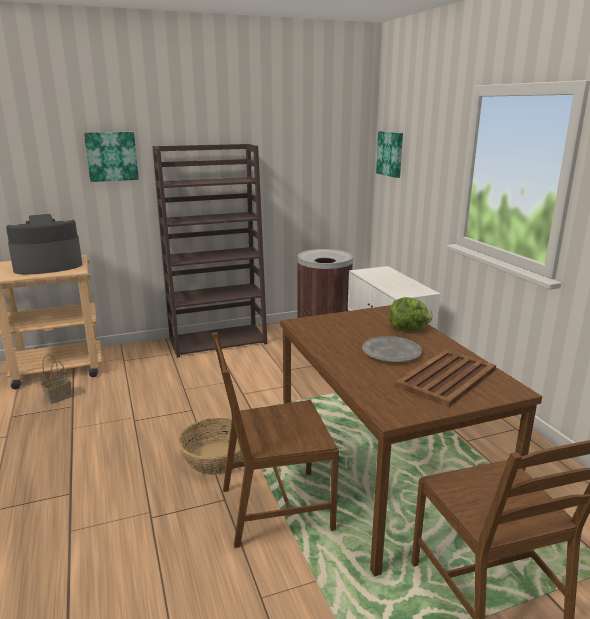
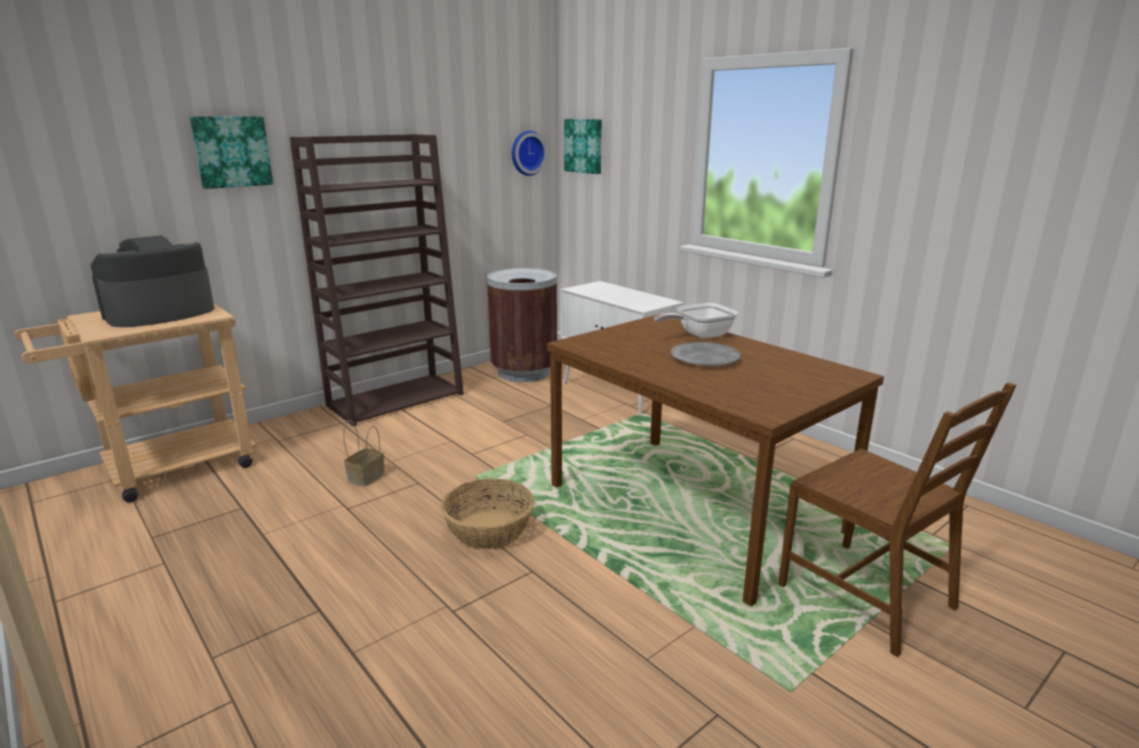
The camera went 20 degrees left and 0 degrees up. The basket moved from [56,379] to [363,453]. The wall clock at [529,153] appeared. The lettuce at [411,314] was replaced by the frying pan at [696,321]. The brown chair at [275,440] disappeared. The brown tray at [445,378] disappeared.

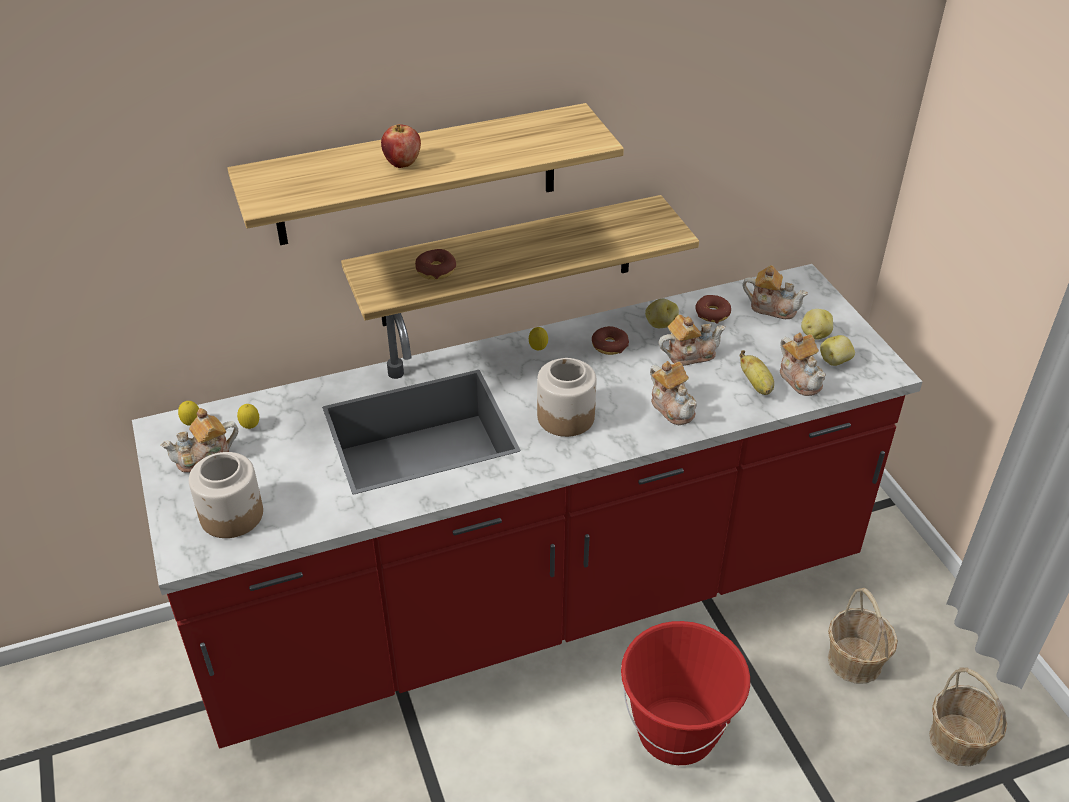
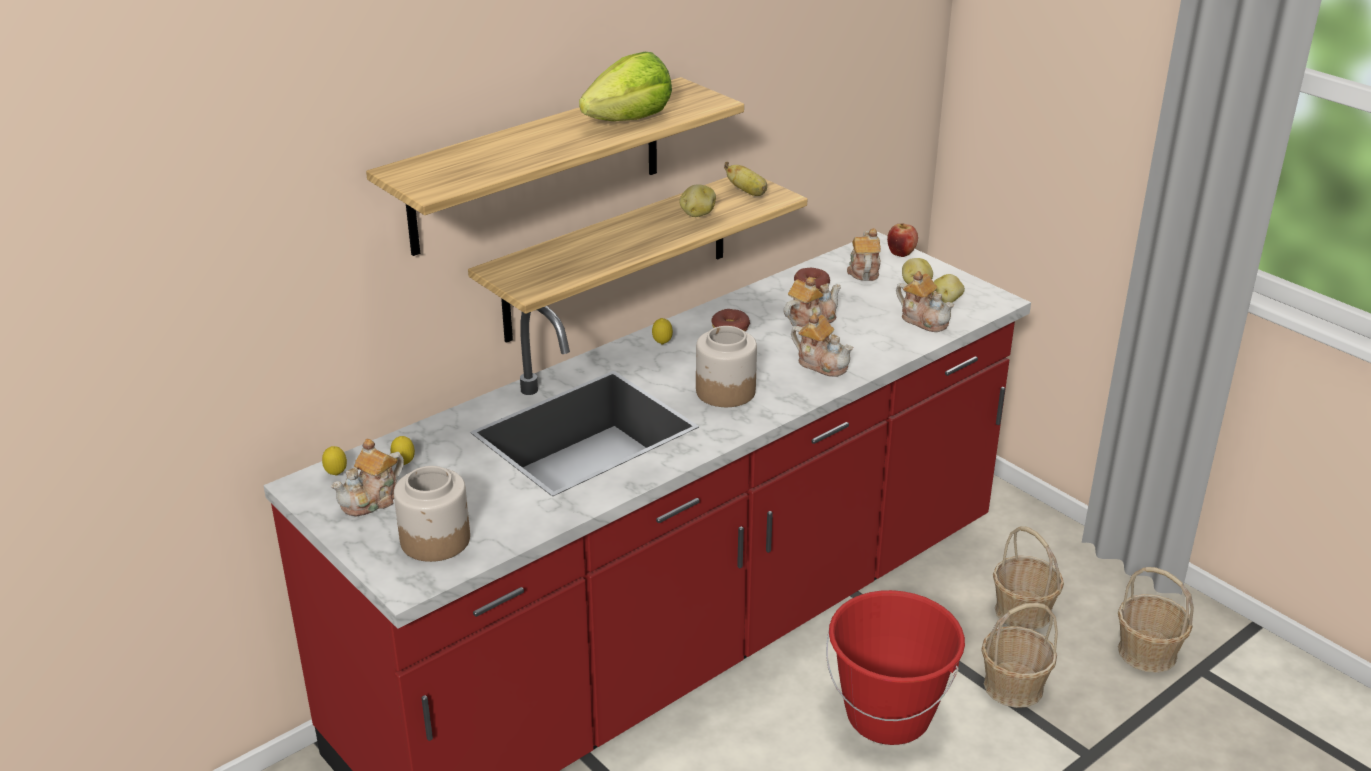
The camera went 20 degrees left and 10 degrees down. The lettuce at [625,86] appeared. The potato moved from [662,313] to [697,200]. The banana moved from [757,372] to [745,179]. The teapot at [775,292] turned 90 degrees counterclockwise. The apple moved from [401,146] to [902,240]. The basket at [1019,655] appeared. The donut at [435,264] disappeared.

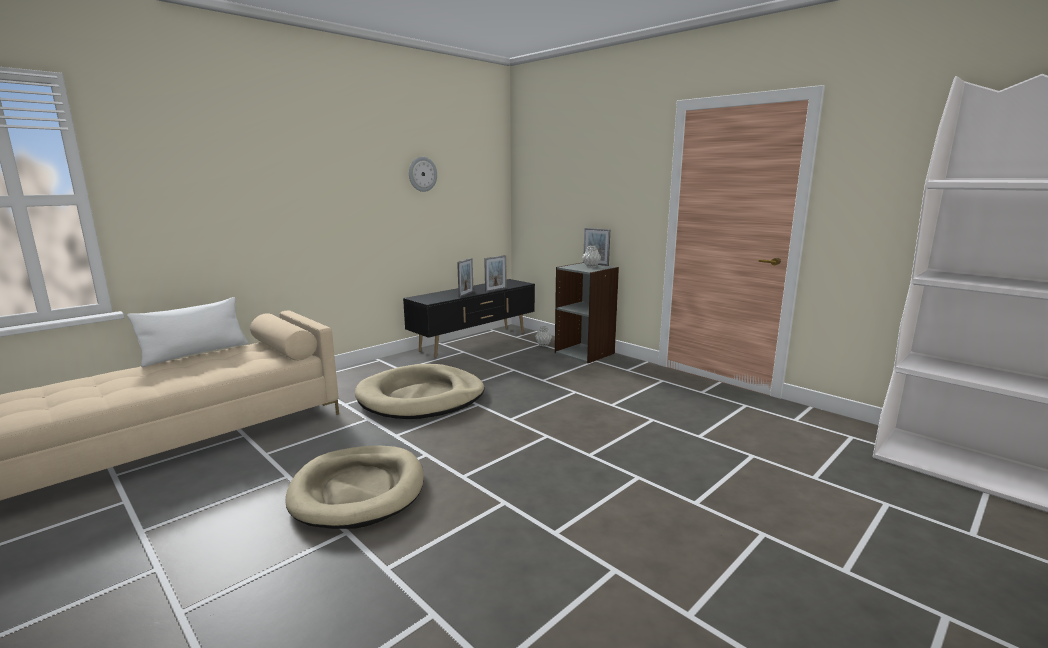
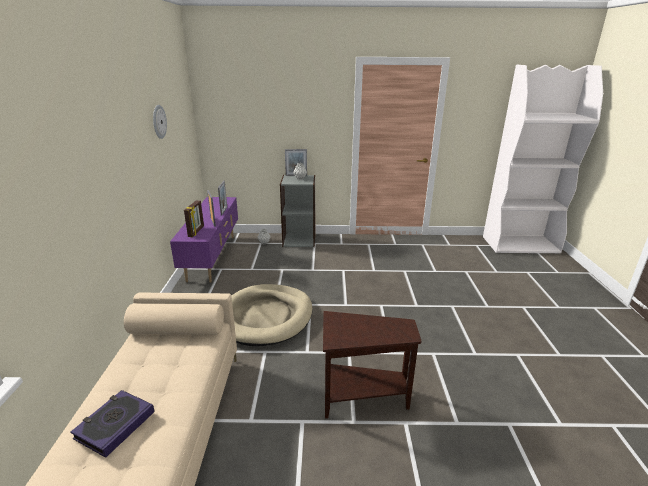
The camera went 45 degrees left and 10 degrees up. The book at [112,424] appeared. The black tv stand at [469,318] became the purple tv stand at [204,240]. The picture frame at [194,218] appeared. The beige dog bed at [354,487] was replaced by the brown side table at [372,364]. The white pillow at [187,332] disappeared.

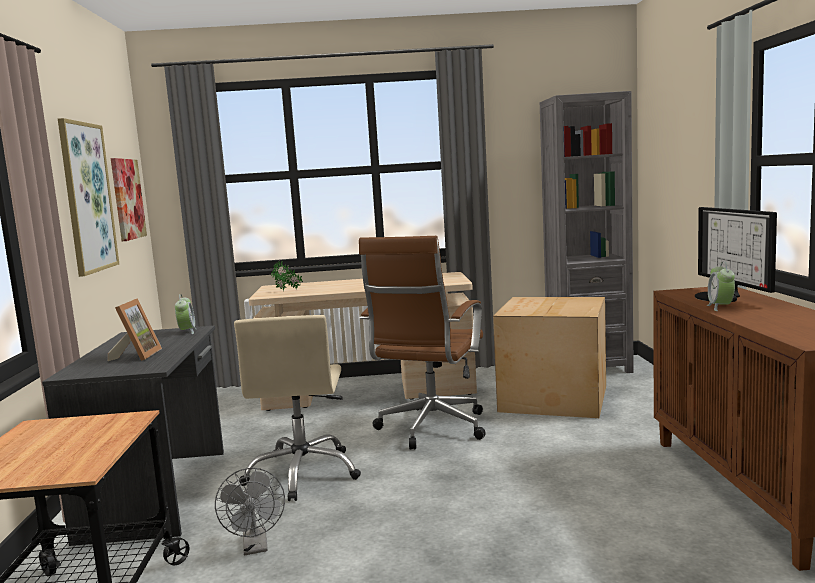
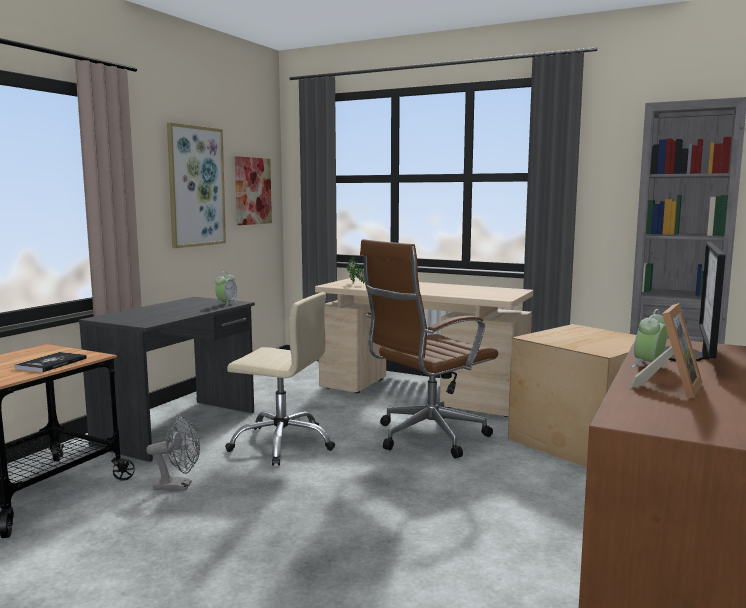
The camera went 30 degrees right and 0 degrees up. The book at [51,362] appeared. The grey fan at [250,511] turned 105 degrees counterclockwise. The beige office chair at [297,408] turned 105 degrees counterclockwise. The picture frame moved from [135,329] to [666,350].

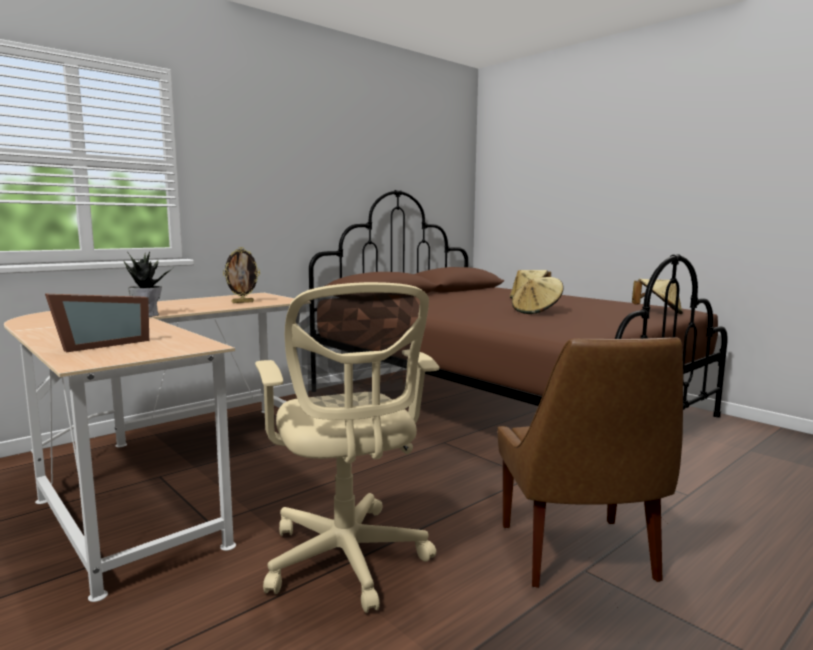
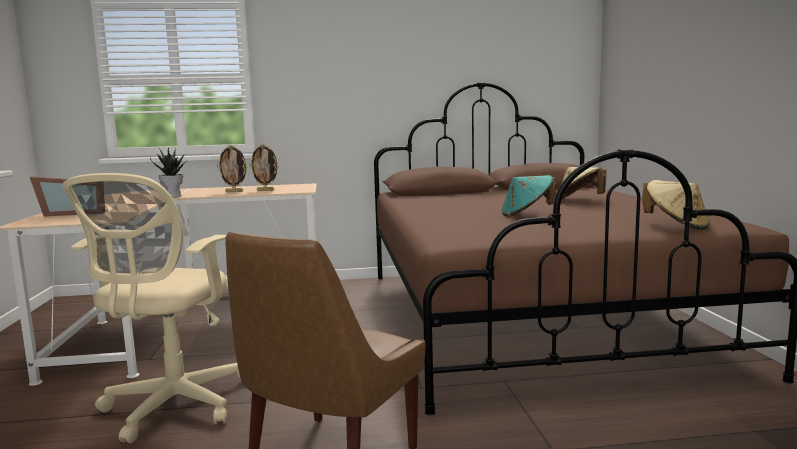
The camera went 35 degrees right and 0 degrees up. The picture frame at [232,168] appeared. The beige hat at [538,295] became the turquoise hat at [529,196].

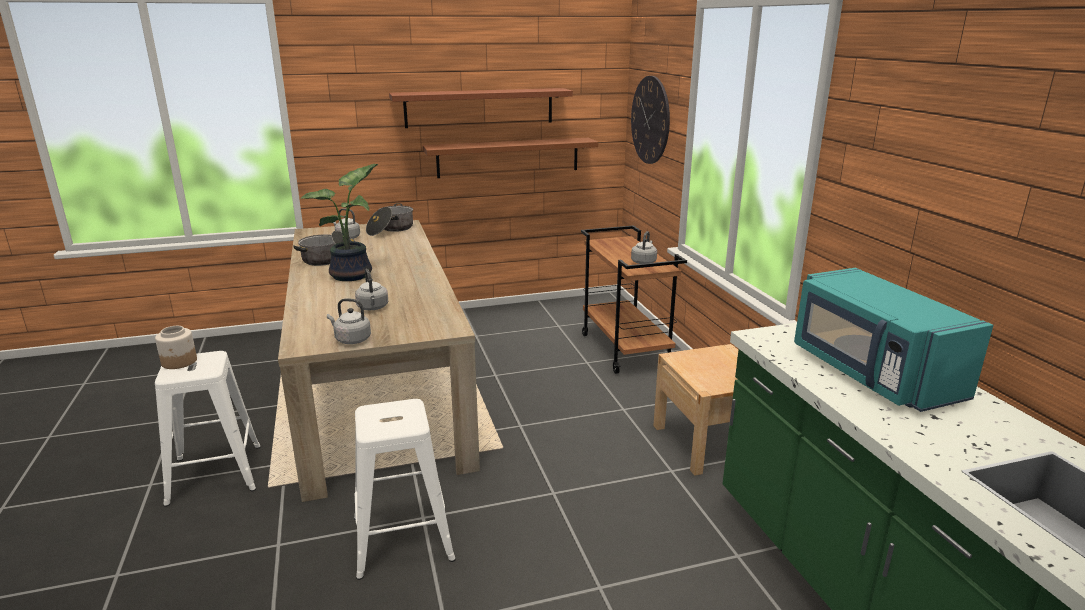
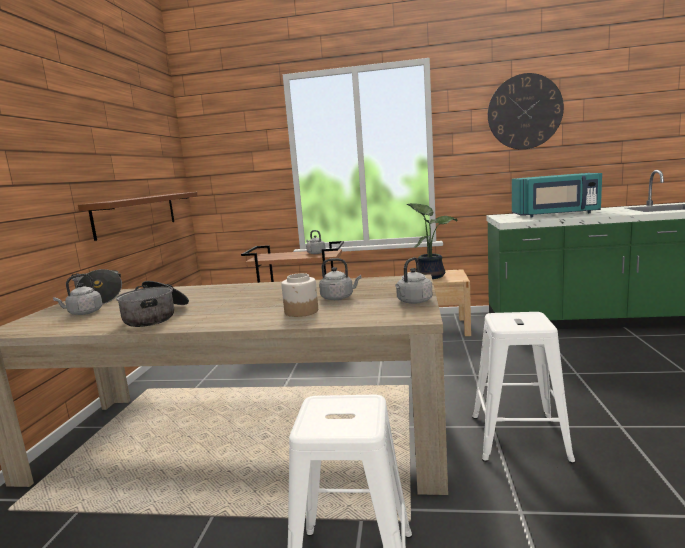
The camera went 65 degrees left and 10 degrees down. The jar moved from [176,347] to [299,295]. The potted plant moved from [339,222] to [432,241]. The wall clock moved from [650,120] to [526,111]. The brown shelf at [481,108] disappeared.

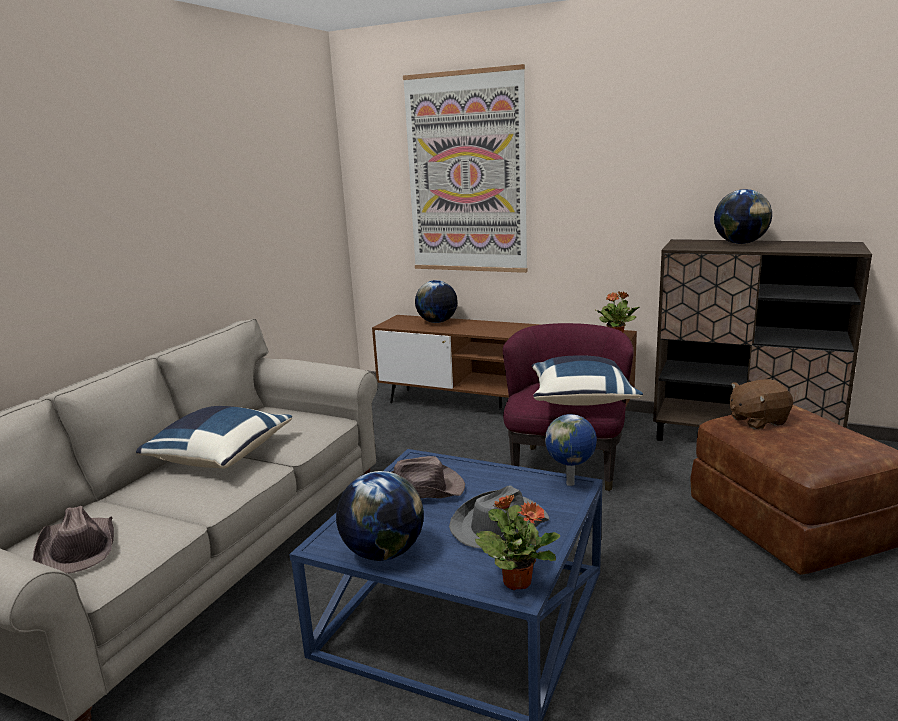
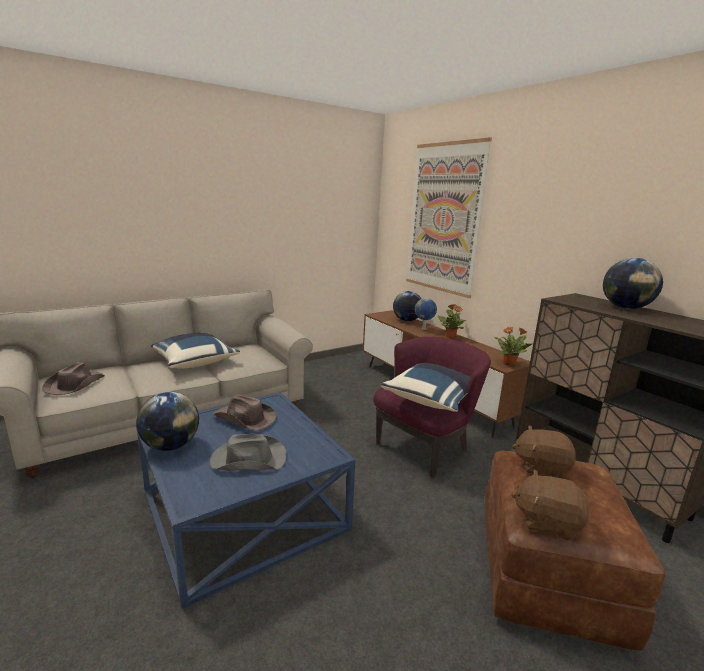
The camera went 30 degrees right and 0 degrees up. The globe moved from [571,450] to [426,314]. The potted plant moved from [517,542] to [452,321]. The brown plush toy at [550,504] appeared.

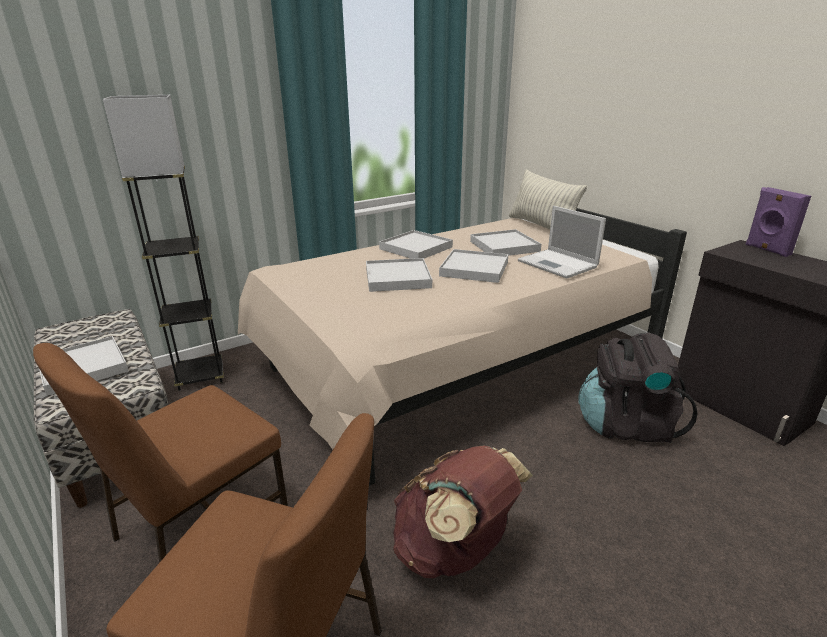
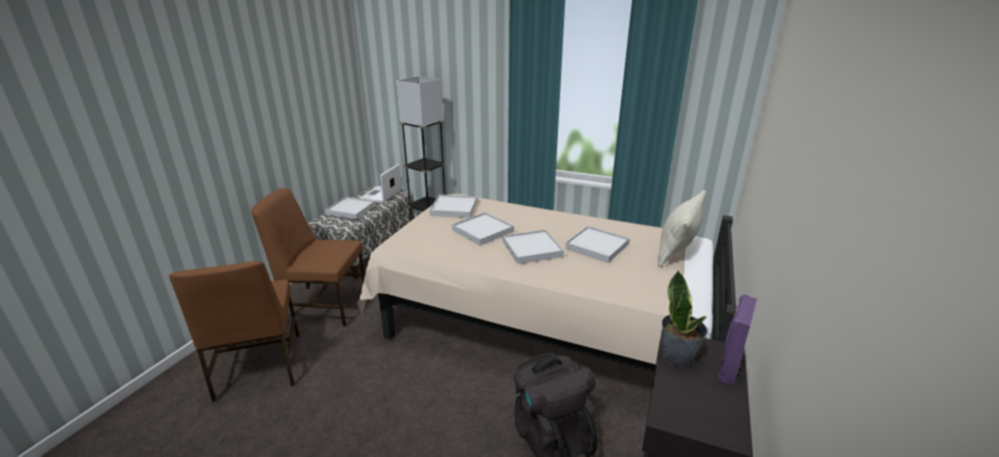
The camera went 55 degrees right and 0 degrees up. The laptop moved from [562,242] to [380,183]. The white tray moved from [416,244] to [453,206]. The potted plant at [684,319] appeared. The brown backpack at [463,511] disappeared.

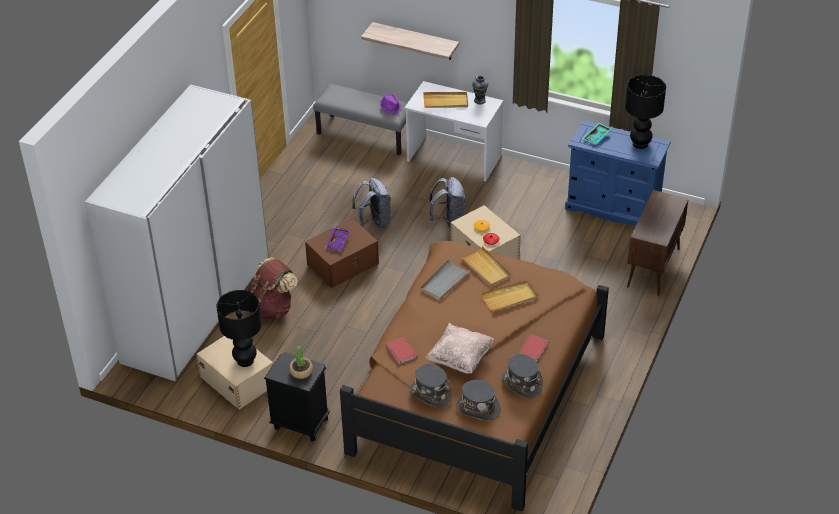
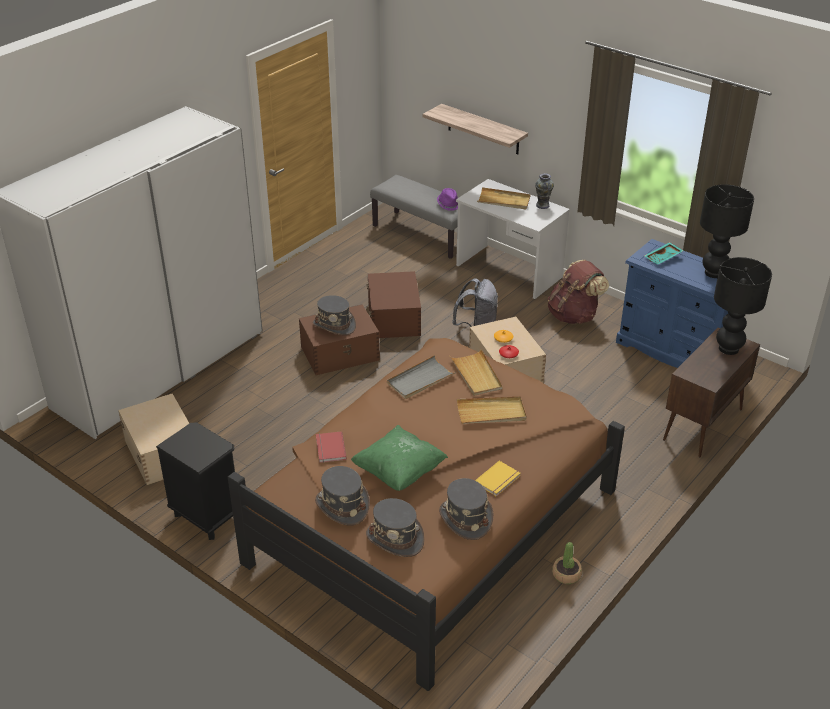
The camera went 15 degrees right and 5 degrees down. The purple tray at [337,239] was replaced by the grey hat at [334,315]. The beige pillow at [460,348] became the green pillow at [399,458]. The grey backpack at [371,203] was replaced by the brown storage box at [394,304]. The red book at [533,348] became the yellow book at [497,478]. The brown backpack moved from [272,288] to [578,292]. The potted plant moved from [301,362] to [567,563]. The black table lamp moved from [239,328] to [743,306].

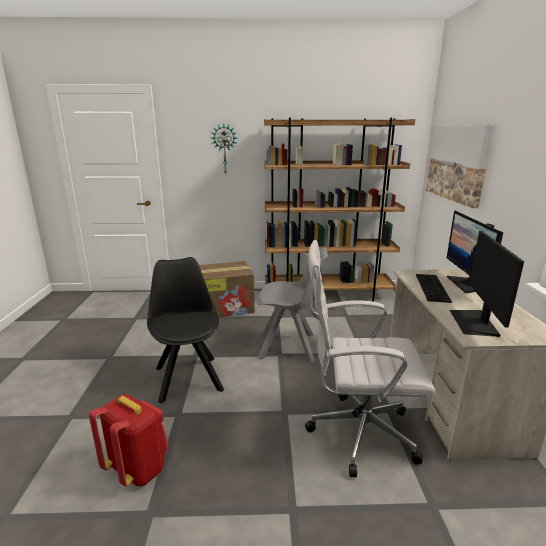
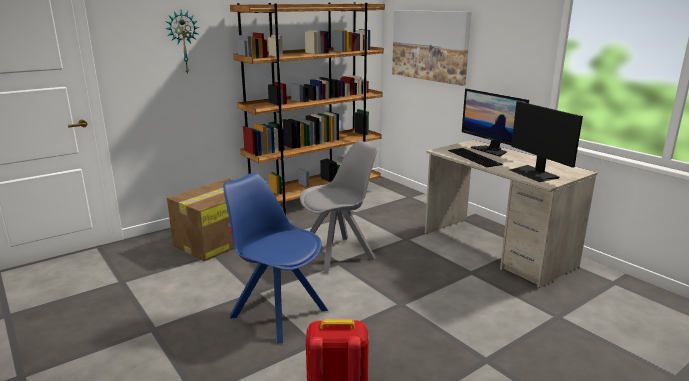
The camera went 35 degrees left and 0 degrees up. The black chair at [185,330] became the blue chair at [275,258]. The white office chair at [370,358] disappeared.

